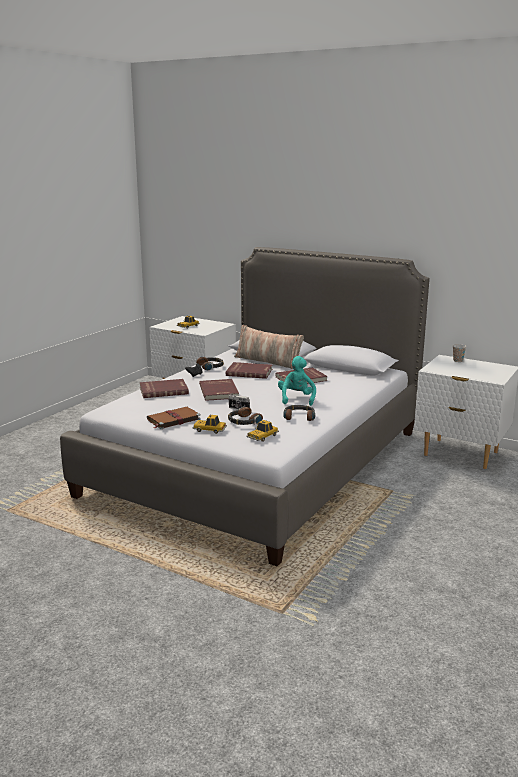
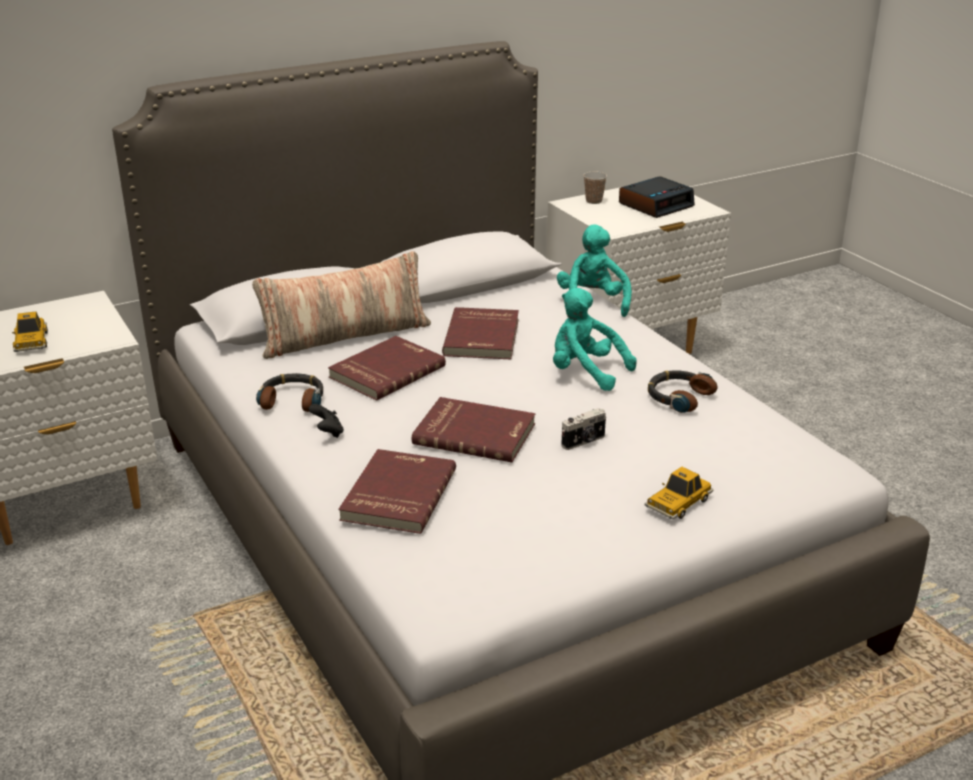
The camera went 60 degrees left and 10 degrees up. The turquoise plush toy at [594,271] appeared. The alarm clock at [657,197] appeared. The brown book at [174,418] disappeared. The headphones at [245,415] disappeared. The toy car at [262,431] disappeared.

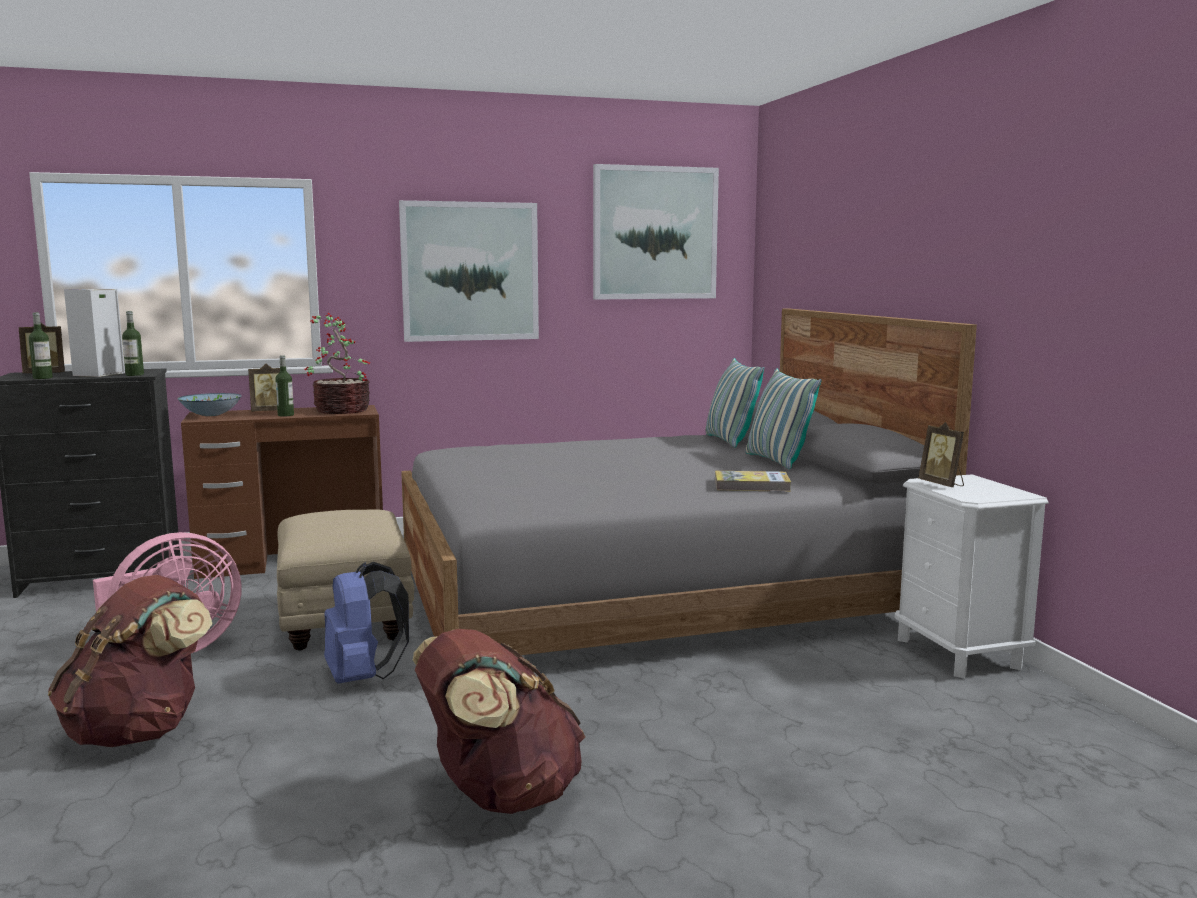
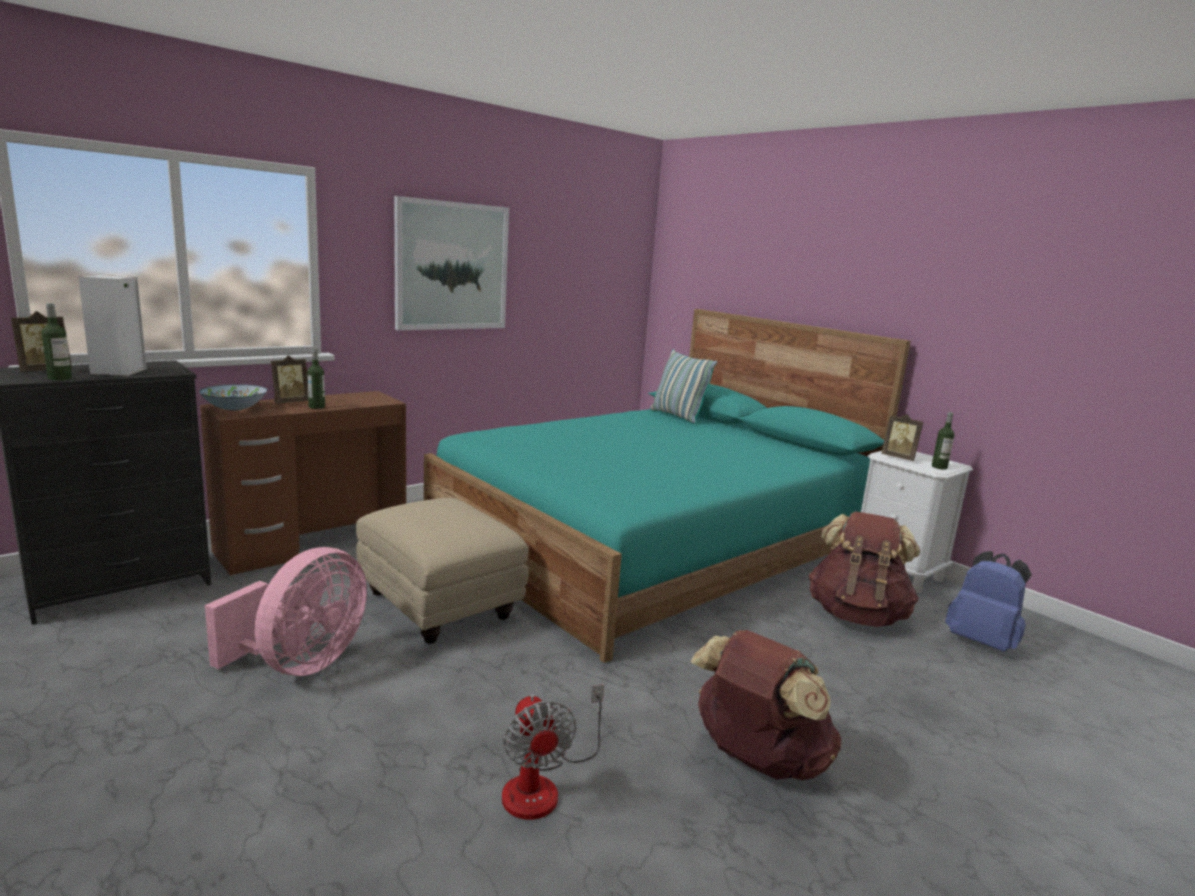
The camera went 25 degrees left and 5 degrees up. The grey bed at [689,482] became the turquoise bed at [667,486]. The fan at [553,752] appeared. The brown backpack moved from [130,661] to [864,569]. The bottle moved from [133,343] to [943,440]. The blue backpack moved from [366,623] to [988,601]. The potted plant at [337,363] disappeared. The picture at [656,232] disappeared. The book at [753,481] disappeared. The pillow at [784,418] disappeared.

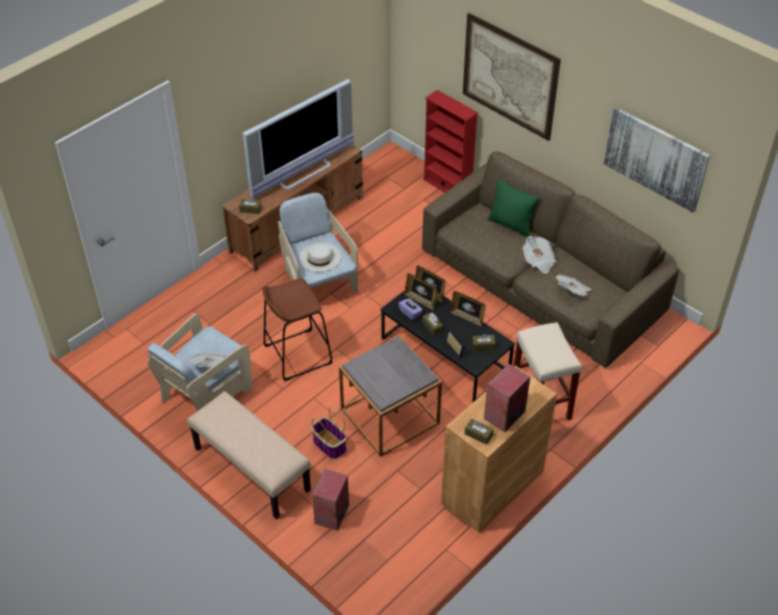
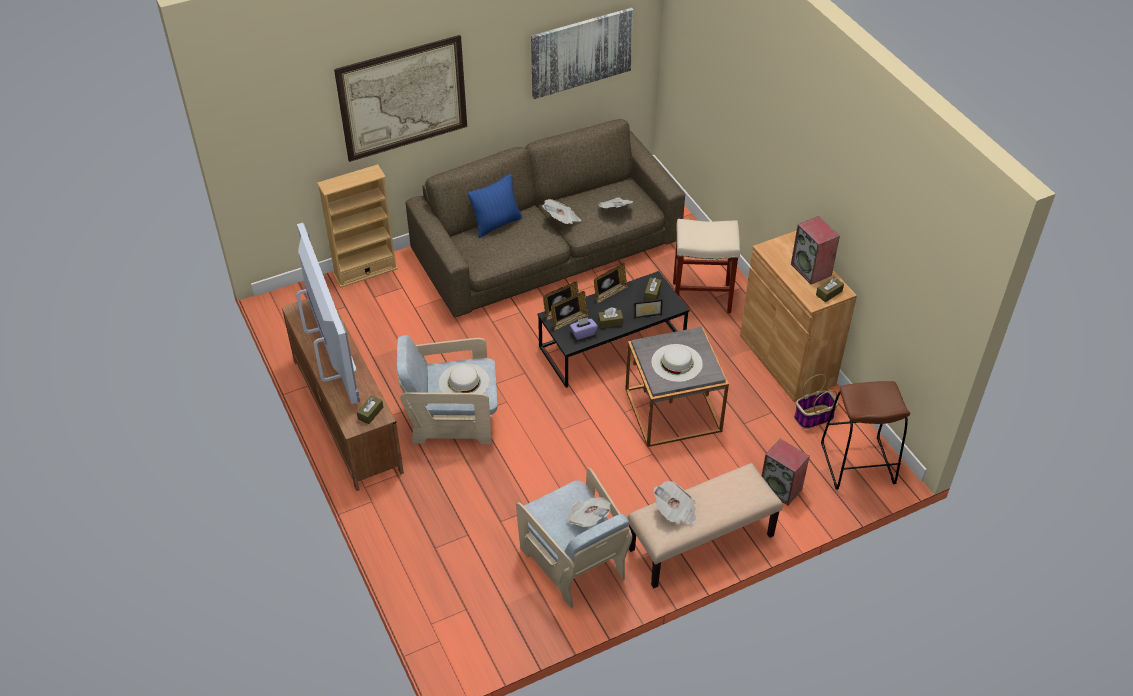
The camera went 70 degrees left and 0 degrees up. The red bookcase at [450,141] became the beige bookcase at [357,226]. The green pillow at [513,209] became the blue pillow at [495,206]. The white hat at [677,363] appeared. The newspaper at [675,503] appeared. The basket moved from [329,433] to [816,401]. The brown stool moved from [297,329] to [865,435].

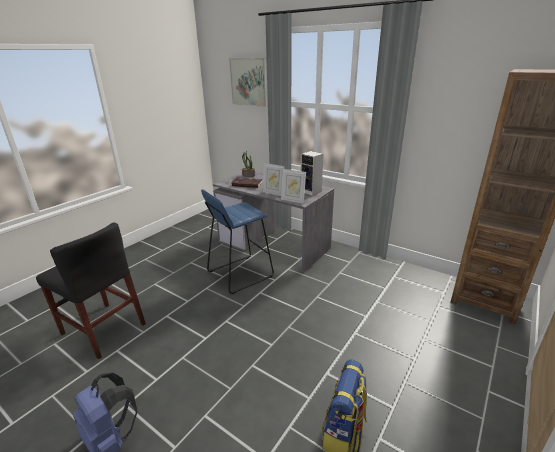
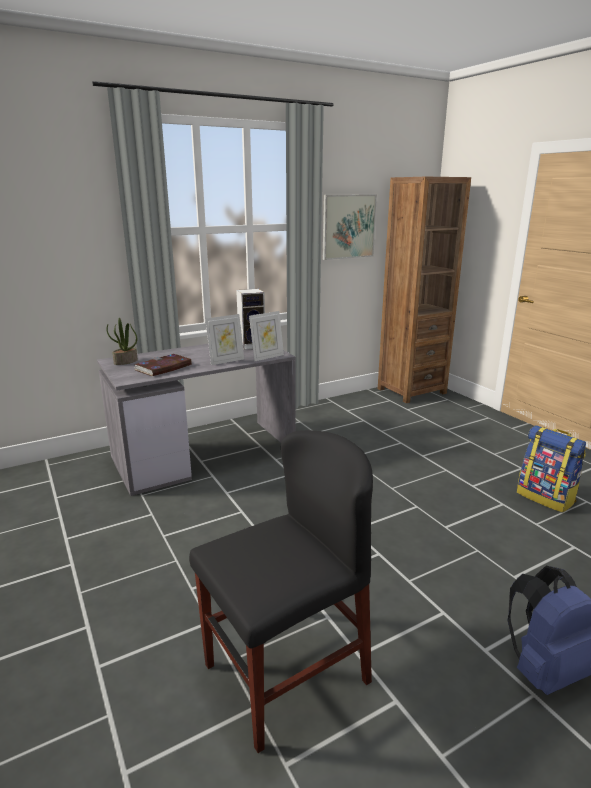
The camera went 65 degrees left and 5 degrees down. The picture moved from [248,82] to [350,227]. The blue stool at [237,241] disappeared.

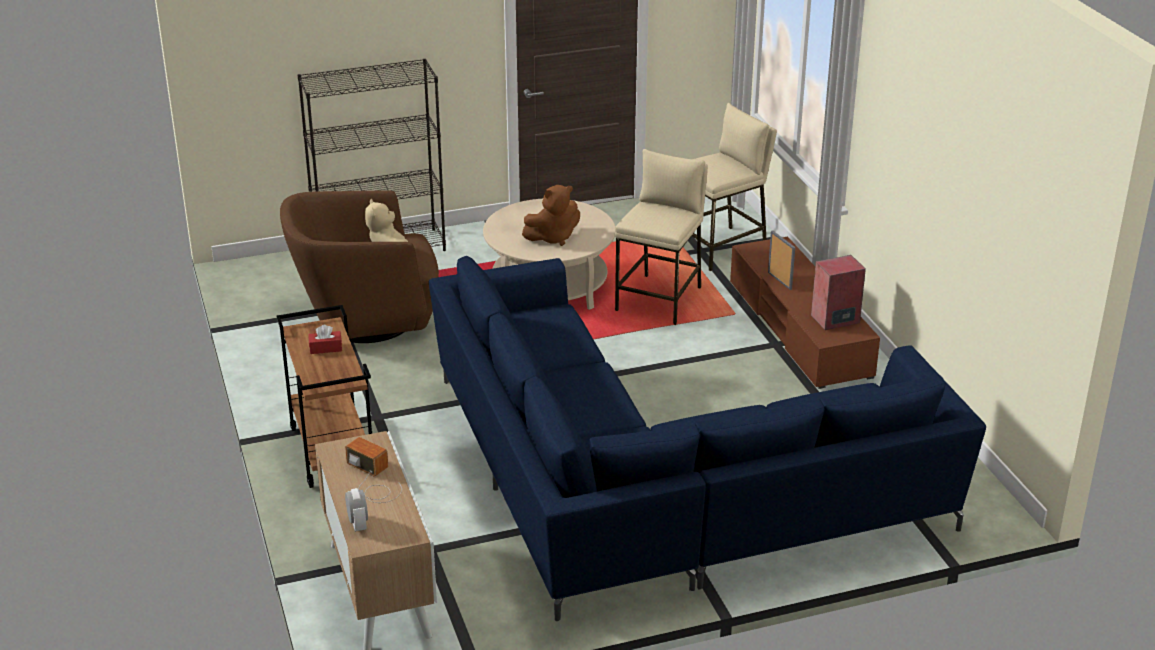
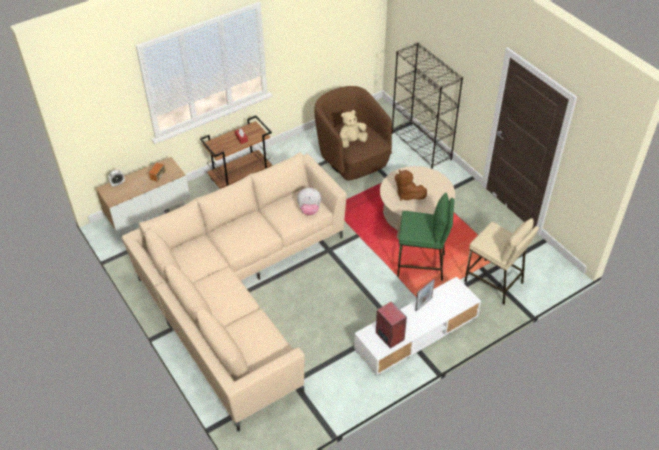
The camera went 75 degrees right and 15 degrees up. The blue sofa at [707,438] became the beige sofa at [234,292]. The plush toy at [309,201] appeared. The brown tv stand at [805,312] became the white tv stand at [417,326]. The beige stool at [661,237] became the green stool at [425,236].

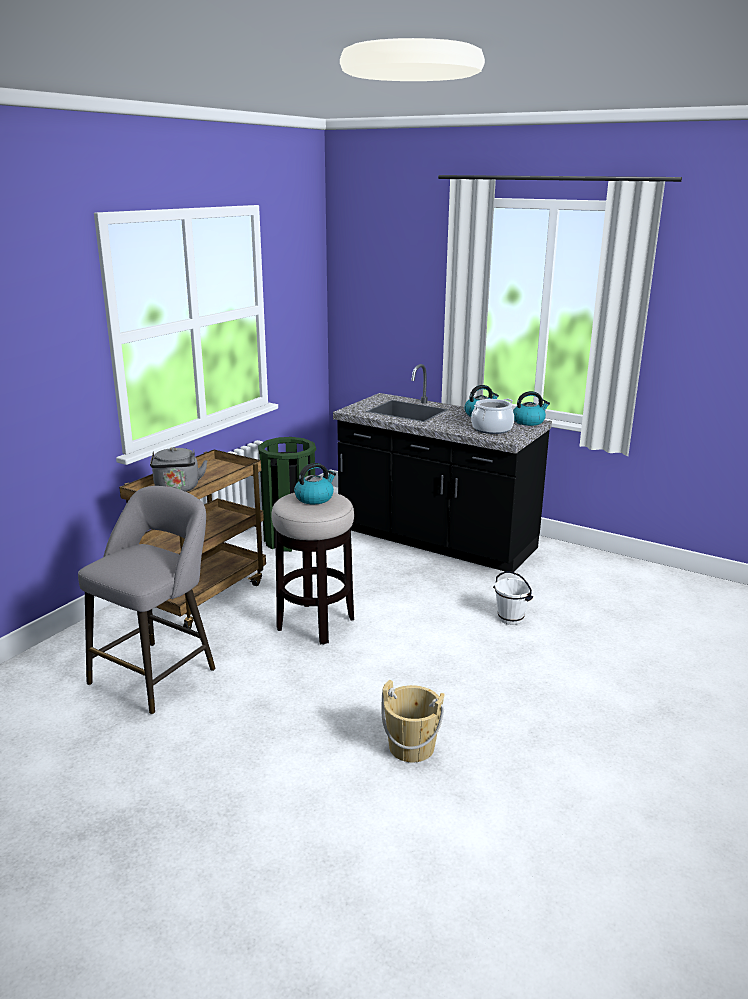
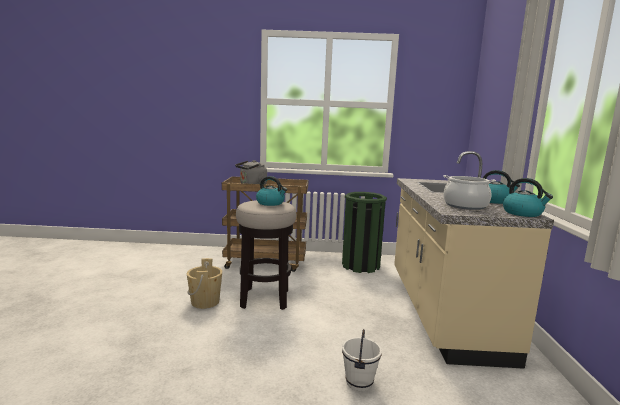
The camera went 60 degrees right and 10 degrees down. The beige bucket moved from [413,721] to [205,283]. The black counter at [442,468] became the beige counter at [474,260]. The grey stool at [146,600] disappeared.

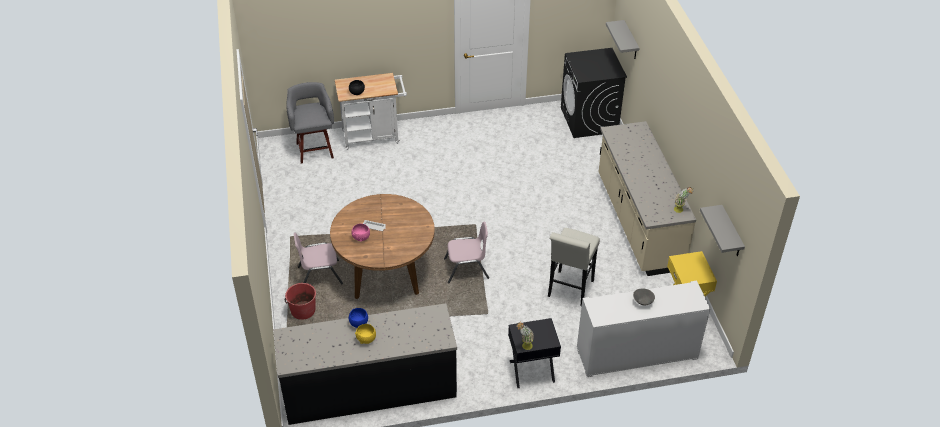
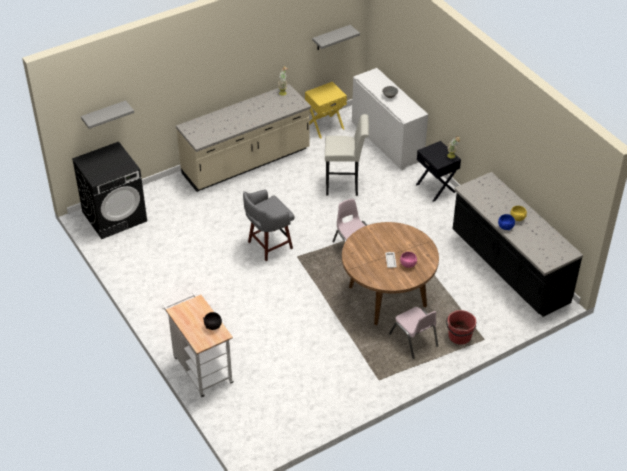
The camera went 110 degrees left and 0 degrees up. The grey stool moved from [310,123] to [268,225].

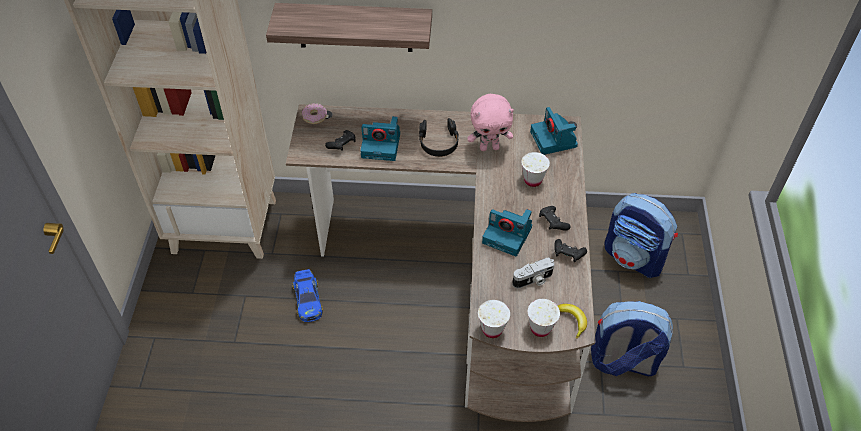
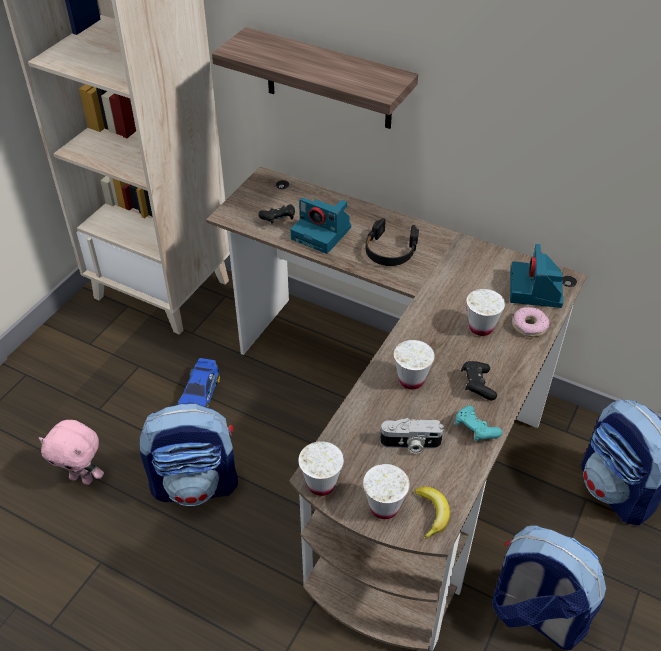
The camera went 25 degrees right and 5 degrees down. The pink plush toy moved from [490,122] to [71,452]. The backpack at [188,454] appeared. The photo camera at [507,232] was replaced by the white cup at [414,364]. The black game controller at [570,250] became the turquoise game controller at [478,423]. The donut moved from [314,113] to [530,322].

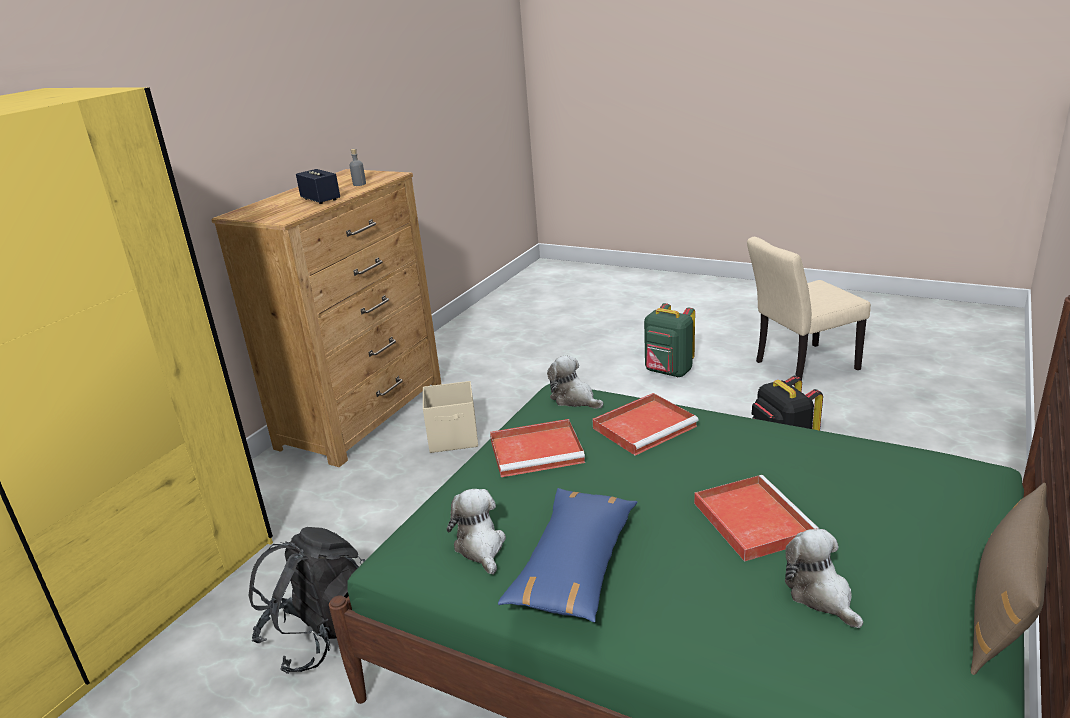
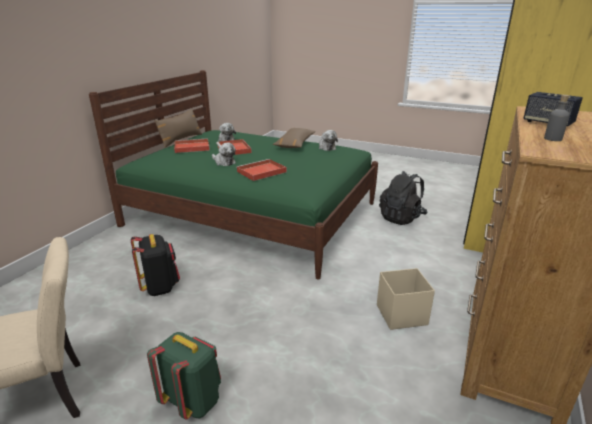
The camera went 175 degrees right and 0 degrees up. The red tray moved from [537,448] to [192,145]. The plush toy moved from [575,382] to [224,154]. The blue pillow at [567,555] became the brown pillow at [294,138].

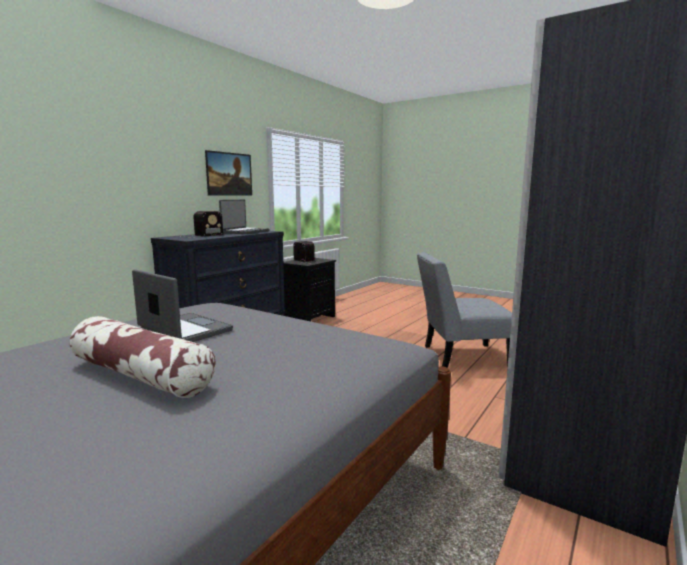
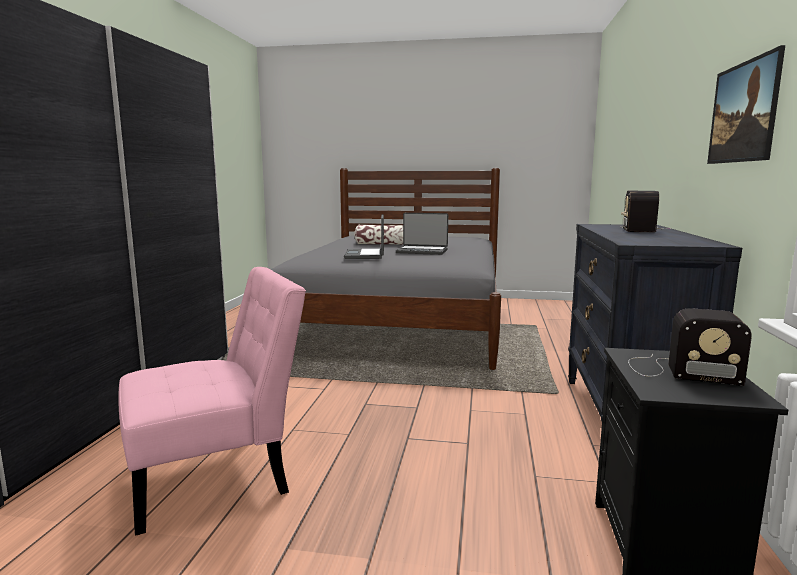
The camera went 155 degrees right and 0 degrees up. The grey chair at [464,310] became the pink chair at [212,401]. The laptop moved from [244,217] to [364,236].

